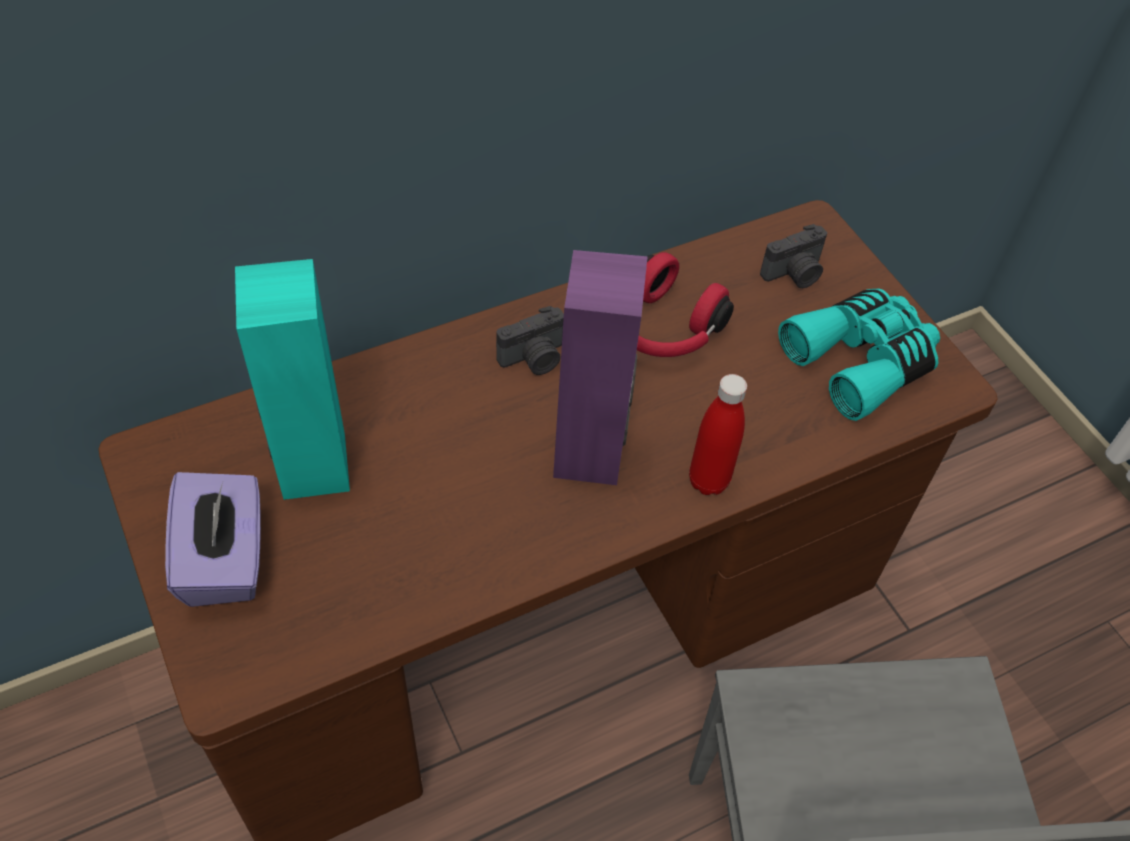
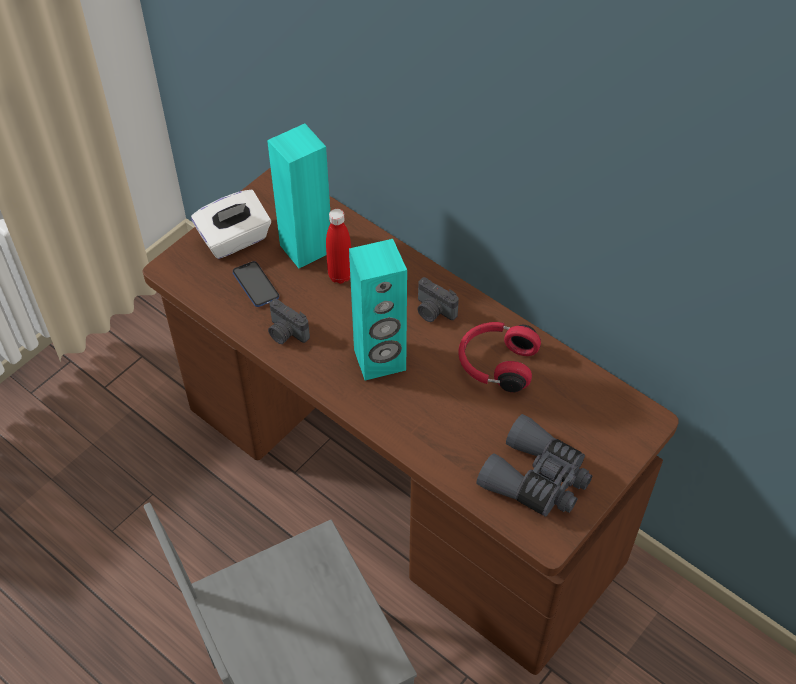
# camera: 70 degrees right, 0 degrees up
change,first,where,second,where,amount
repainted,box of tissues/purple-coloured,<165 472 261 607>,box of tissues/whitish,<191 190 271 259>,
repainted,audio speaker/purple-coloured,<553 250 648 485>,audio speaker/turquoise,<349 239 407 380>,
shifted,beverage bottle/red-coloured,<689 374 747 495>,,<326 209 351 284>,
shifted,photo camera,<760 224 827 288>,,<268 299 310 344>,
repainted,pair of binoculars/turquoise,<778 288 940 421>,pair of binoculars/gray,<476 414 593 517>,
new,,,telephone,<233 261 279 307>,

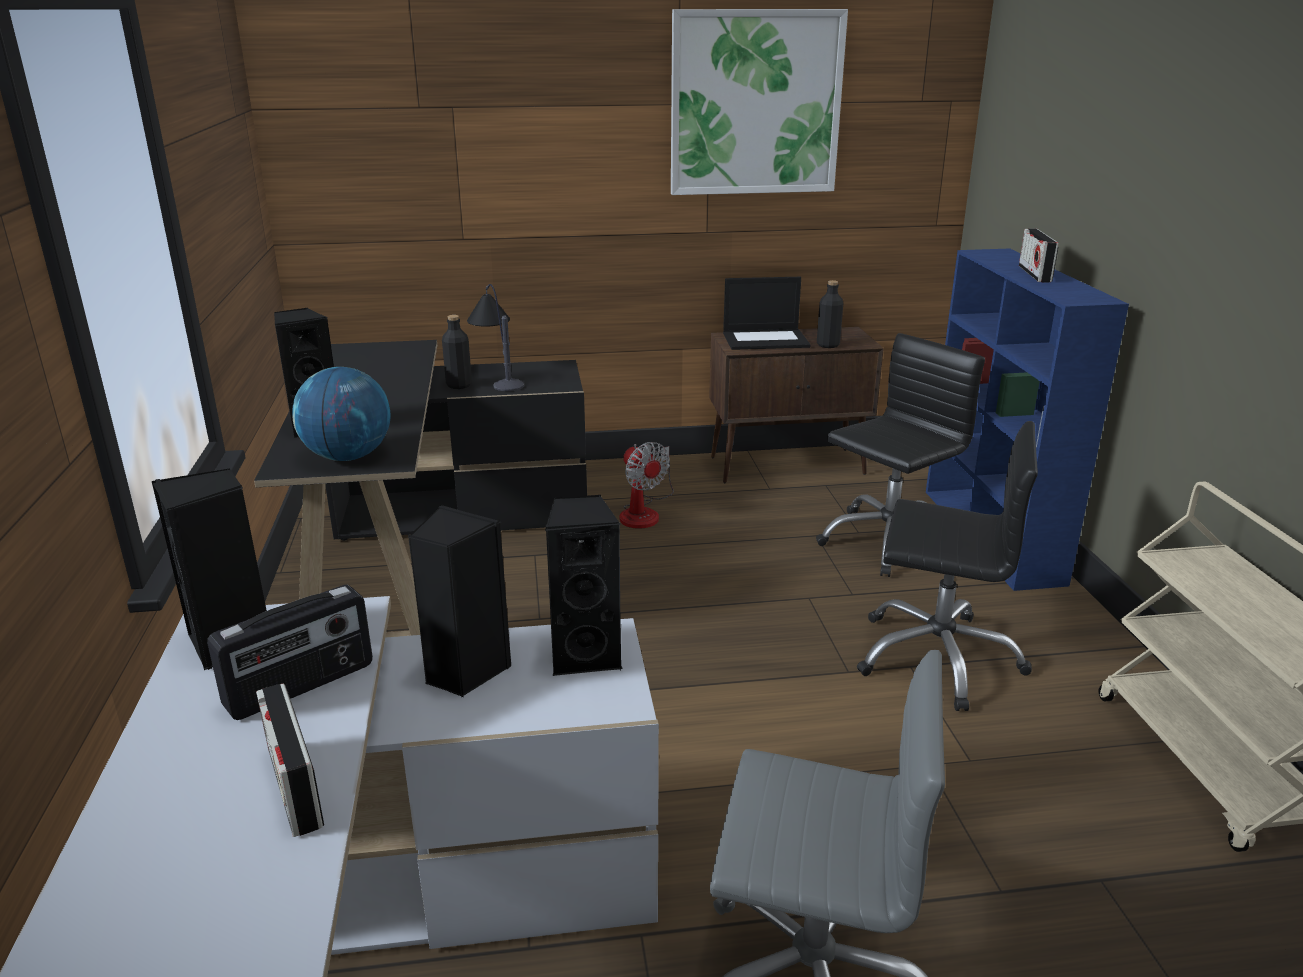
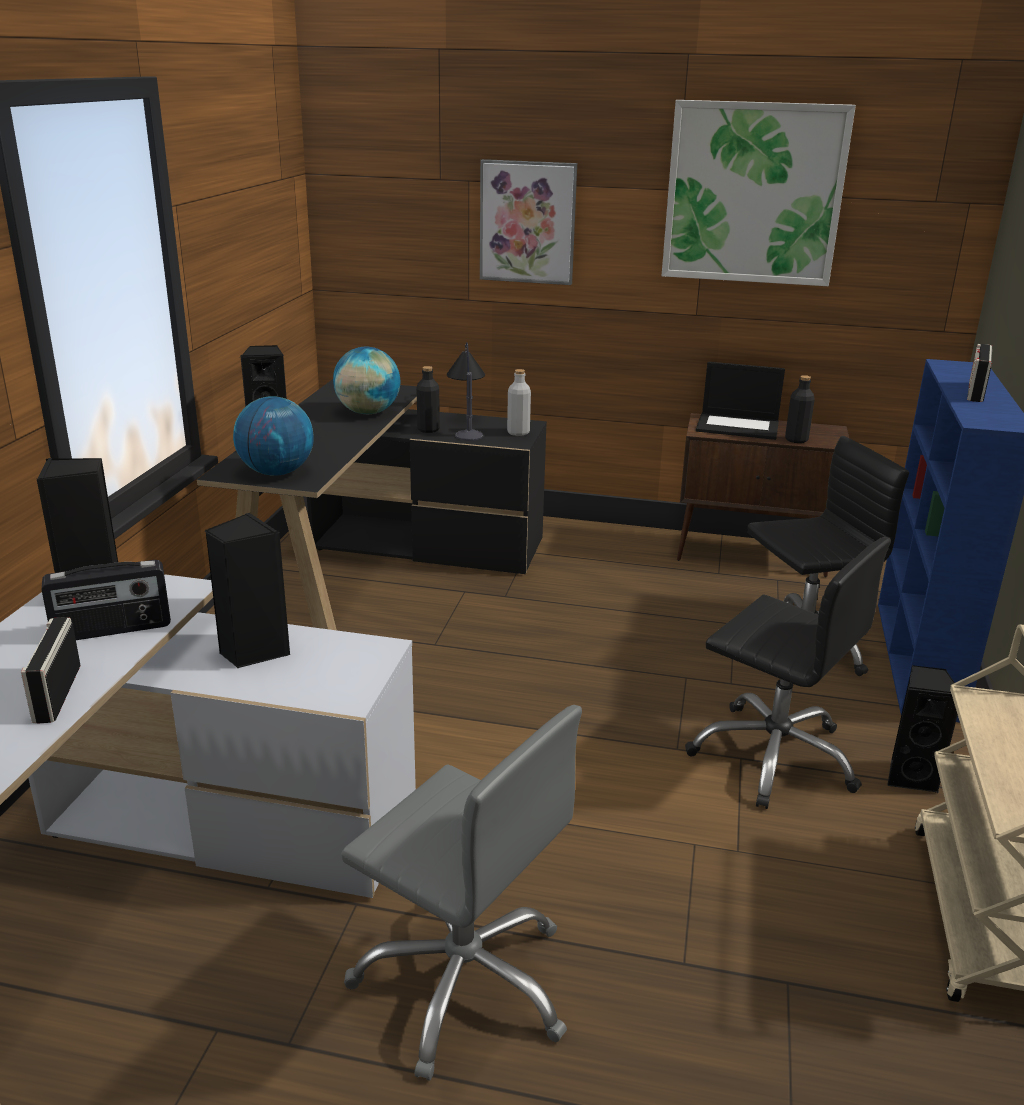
# camera: 20 degrees right, 0 degrees up
change,first,where,second,where,amount
shifted,audio speaker/black,<545 495 623 676>,,<887 665 958 794>,
gone,fan,<620 442 674 529>,,,
new,,,world globe,<333 347 400 414>,
new,,,wall art,<480 159 577 285>,
new,,,beverage bottle/gray,<507 369 531 436>,

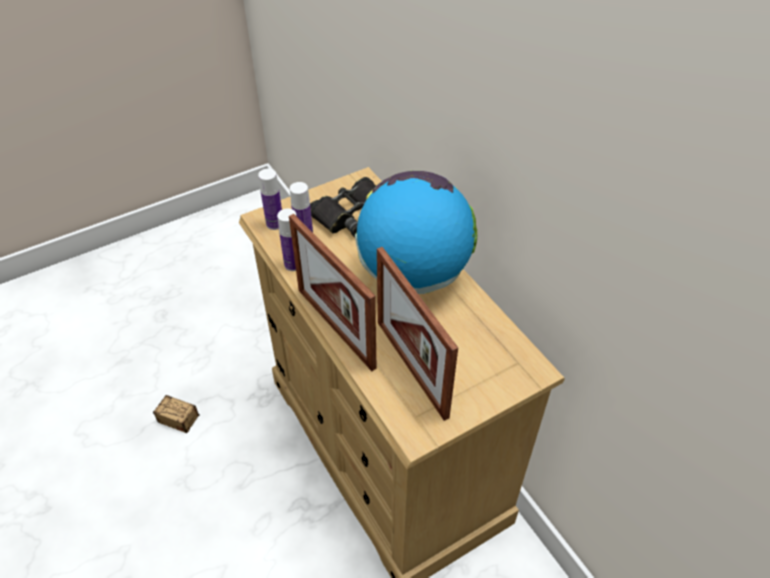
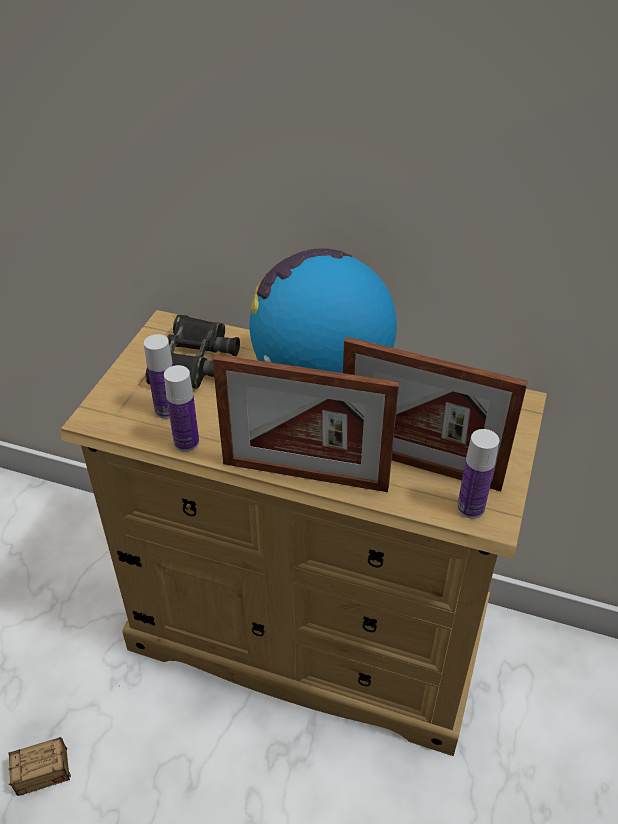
# camera: 40 degrees left, 5 degrees down
change,first,where,second,where,amount
shifted,beverage bottle,<258 169 282 230>,,<457 429 499 519>,

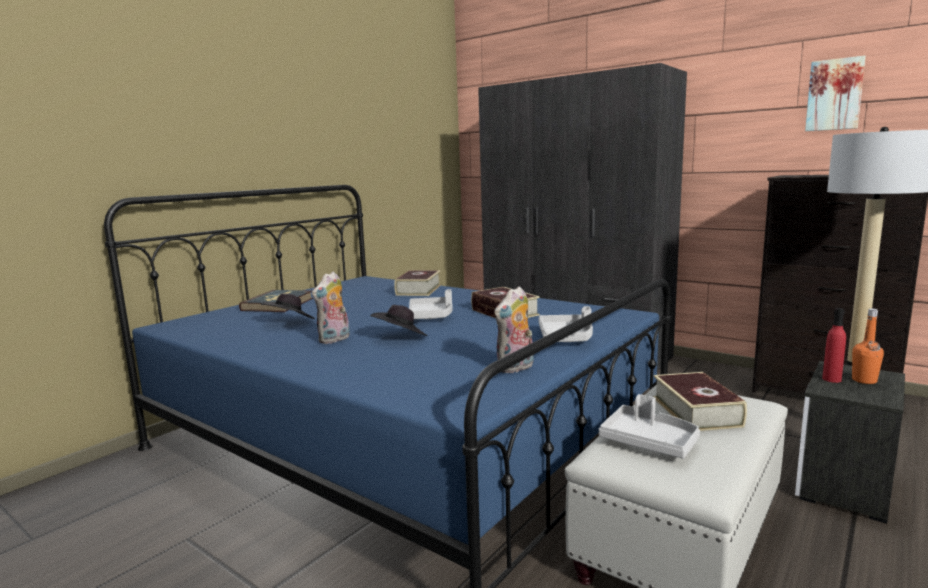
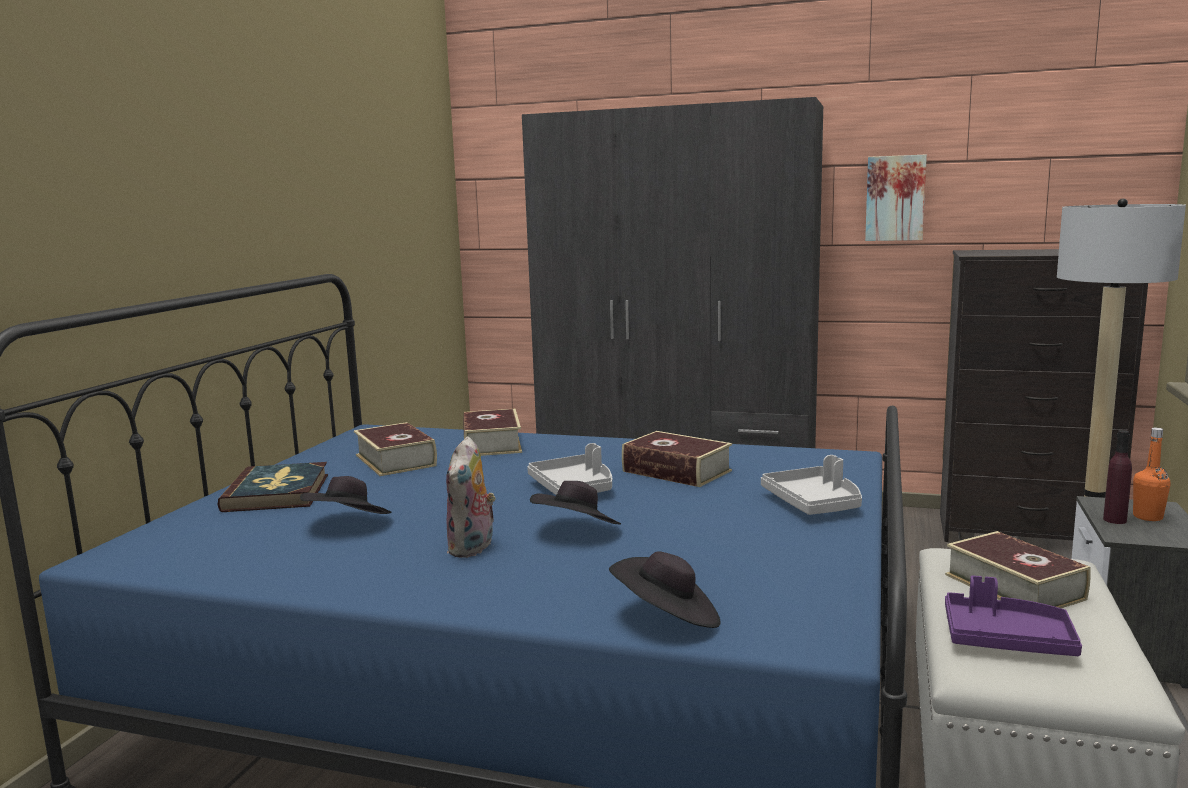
# camera: 20 degrees left, 0 degrees up
change,first,where,second,where,amount
gone,cuddly toy,<494 286 534 373>,,,
repainted,serving tray/gray,<599 394 700 459>,serving tray/purple-coloured,<945 576 1082 656>,
shifted,wall art,<805 56 866 131>,,<865 155 927 241>,
repainted,beverage bottle/red-coloured,<822 308 846 383>,beverage bottle/purple-coloured,<1103 430 1132 524>,
new,,,volume,<354 422 437 476>,
new,,,wearable hat/black,<609 551 720 628>,

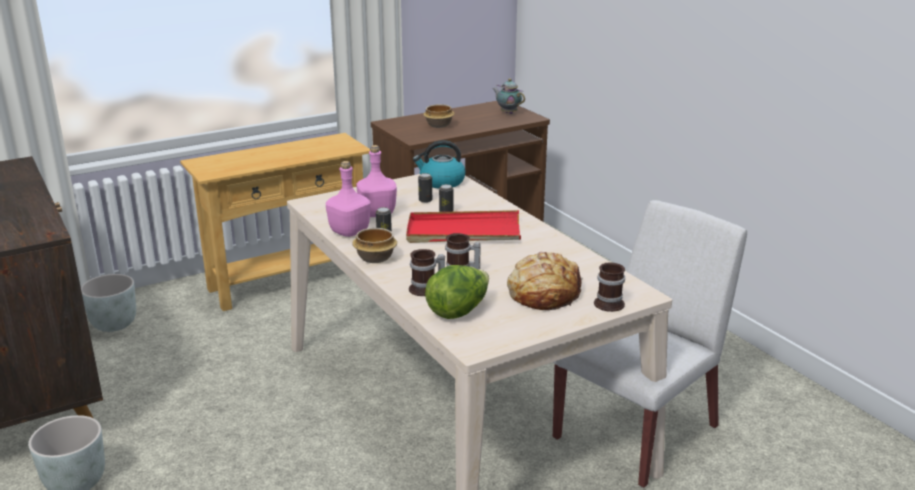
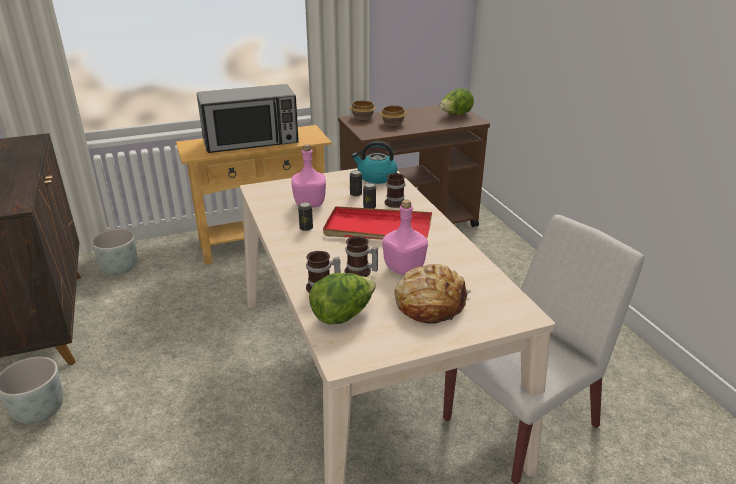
# camera: 10 degrees right, 5 degrees up
change,first,where,second,where,amount
shifted,beverage bottle/pink,<326 161 371 237>,,<382 200 428 275>,
shifted,bowl,<352 228 397 263>,,<350 100 376 120>,
swapped,pot for tea,<493 79 525 114>,lettuce head,<439 88 474 115>,
shifted,mug,<594 262 625 312>,,<384 173 406 208>,
new,,,microwave,<197 84 299 153>,

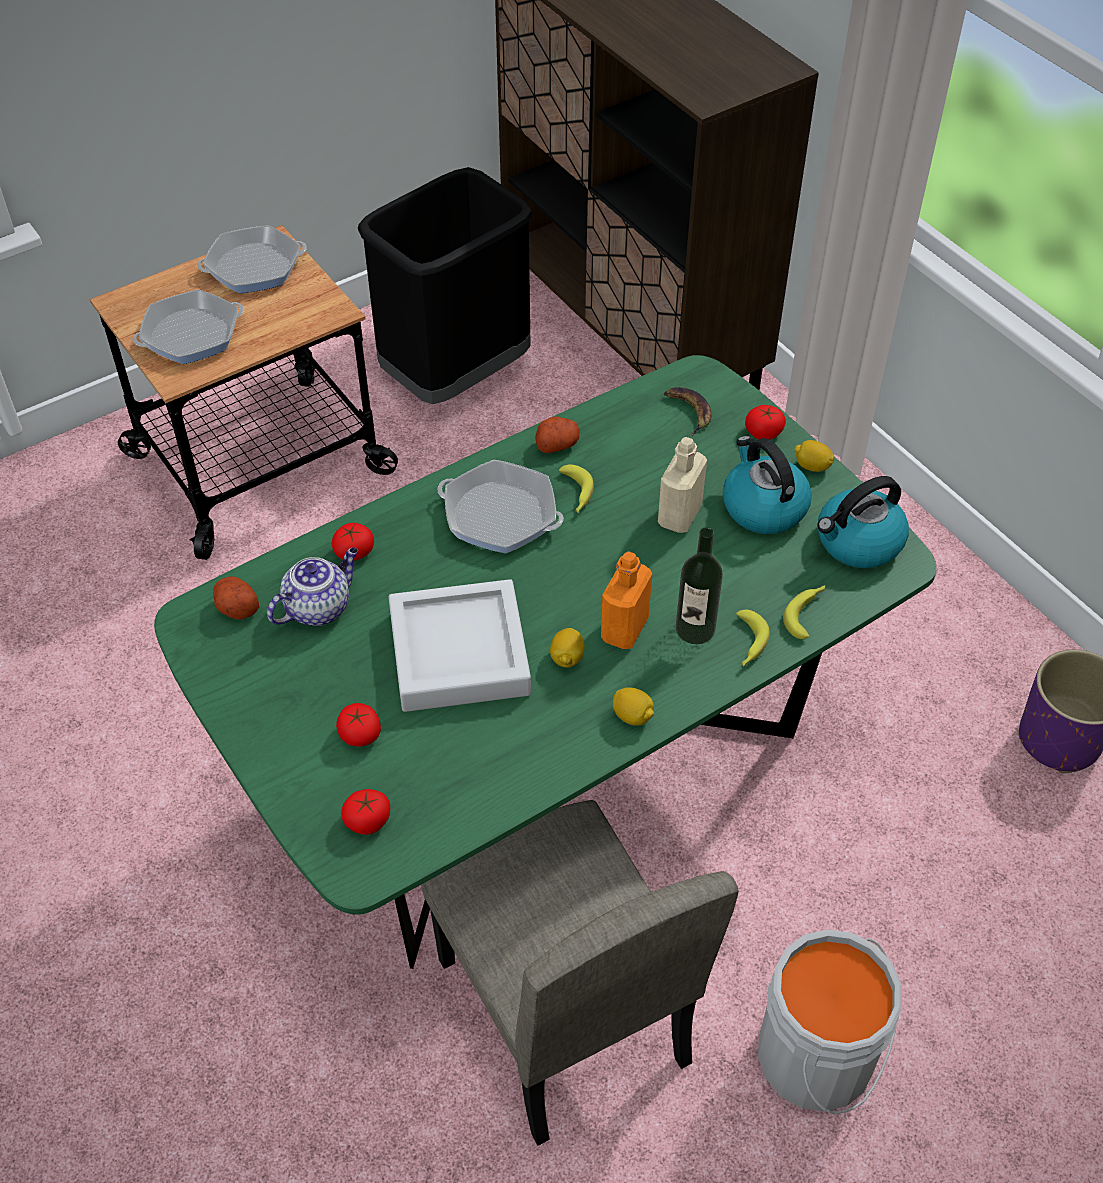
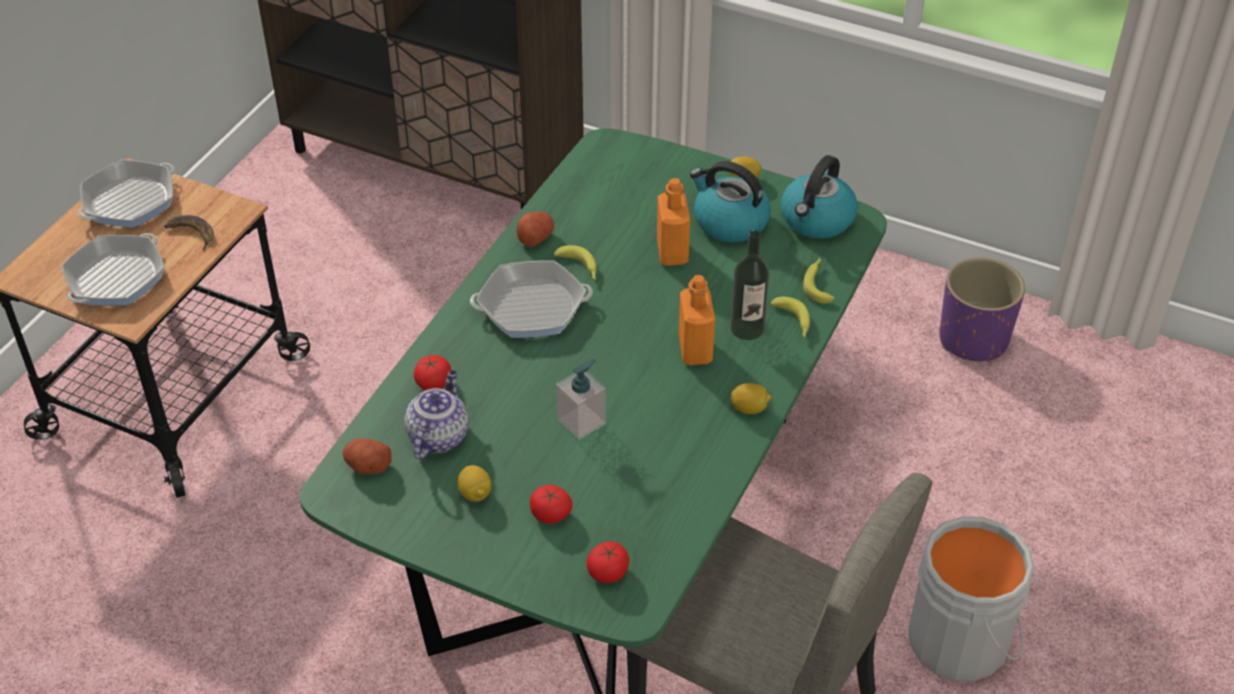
# camera: 30 degrees left, 5 degrees down
change,first,where,second,where,amount
gone,waste bin/black,<358 167 533 404>,,,
swapped,serving tray/gray,<388 579 531 712>,soap dispenser,<556 359 606 440>,
shifted,citrus fruit,<550 628 585 668>,,<458 465 491 502>,
repainted,beverage bottle/beige-coloured,<658 437 707 533>,beverage bottle/orange,<657 178 690 265>,
shifted,whole banana,<664 387 712 436>,,<164 215 214 252>,
gone,fresh tomato,<745 405 786 440>,,,

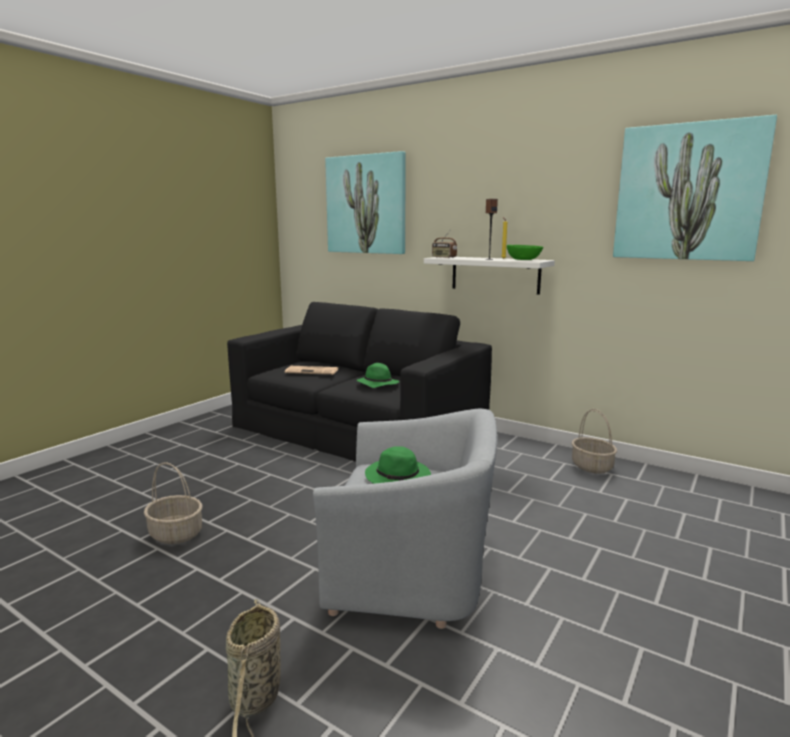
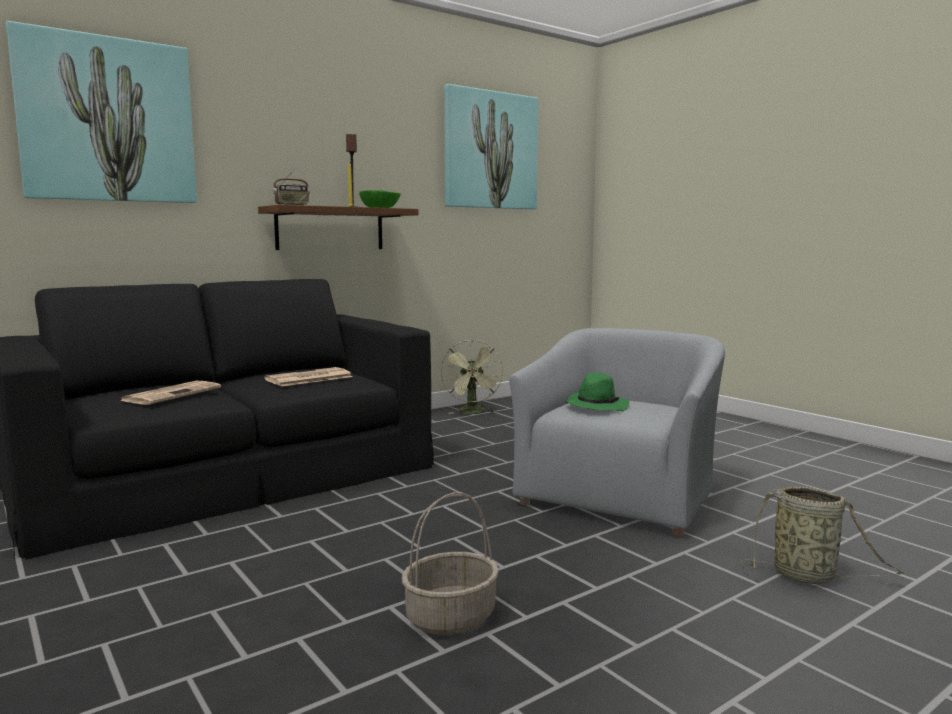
# camera: 70 degrees left, 5 degrees down
change,first,where,second,where,amount
swapped,wearable hat/green,<357 363 399 388>,printed paper,<265 367 353 387>,
repainted,bracket shelf/whitish,<424 257 555 295>,bracket shelf/brown,<258 205 418 250>,
swapped,household basket,<572 409 617 474>,fan/green,<441 340 503 414>,

